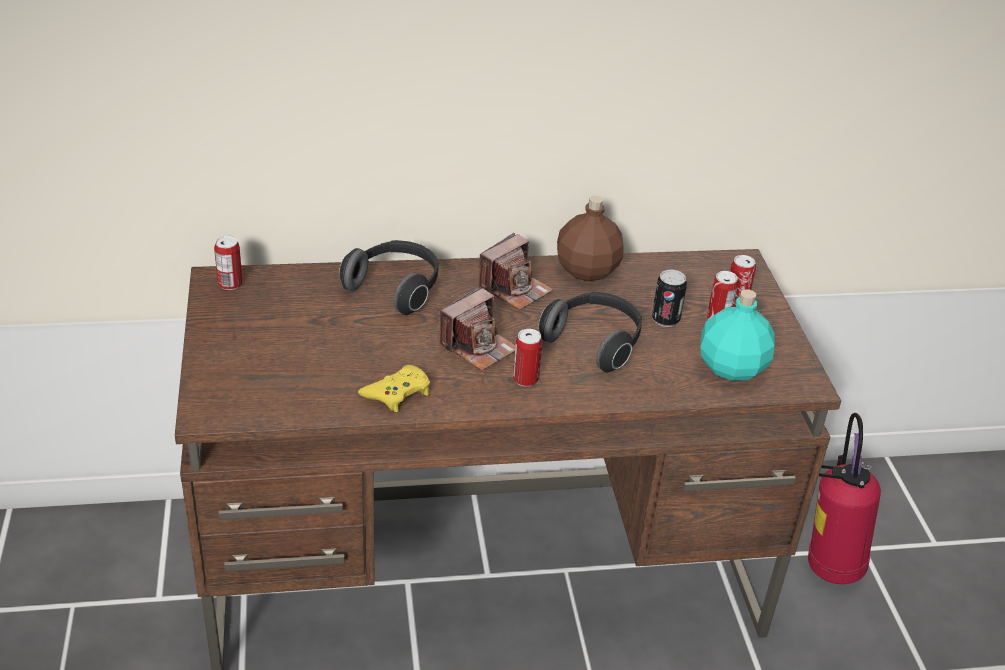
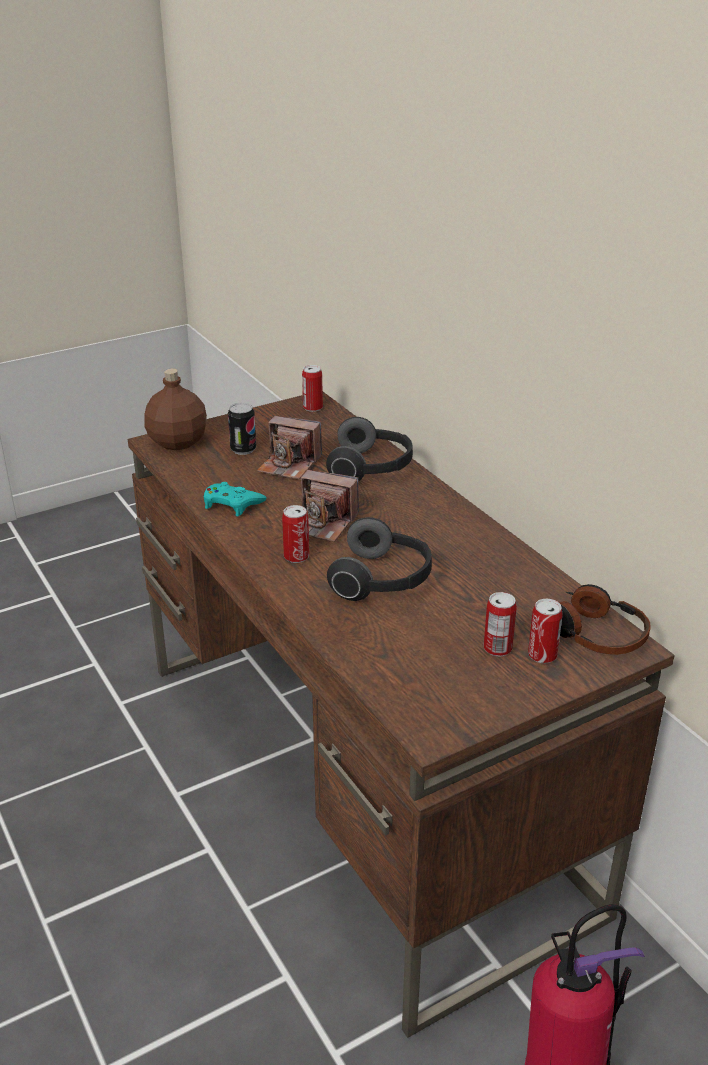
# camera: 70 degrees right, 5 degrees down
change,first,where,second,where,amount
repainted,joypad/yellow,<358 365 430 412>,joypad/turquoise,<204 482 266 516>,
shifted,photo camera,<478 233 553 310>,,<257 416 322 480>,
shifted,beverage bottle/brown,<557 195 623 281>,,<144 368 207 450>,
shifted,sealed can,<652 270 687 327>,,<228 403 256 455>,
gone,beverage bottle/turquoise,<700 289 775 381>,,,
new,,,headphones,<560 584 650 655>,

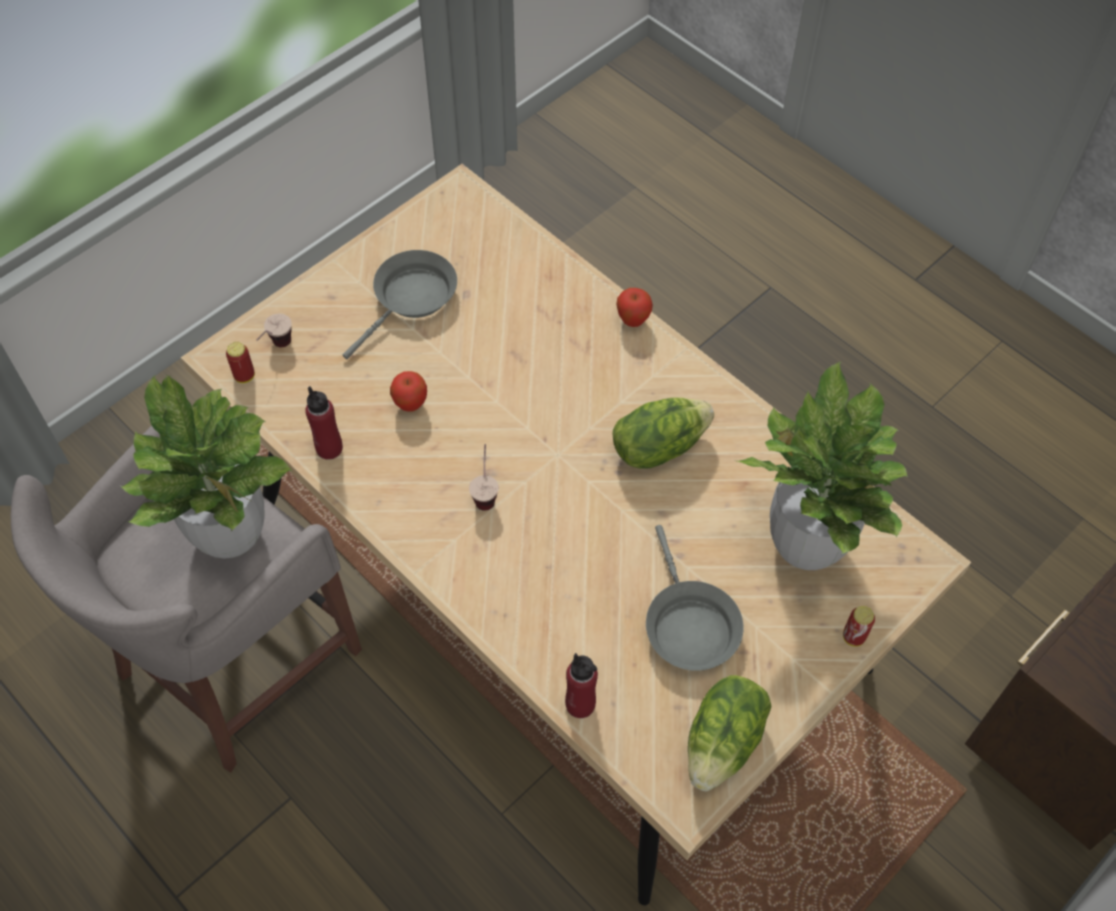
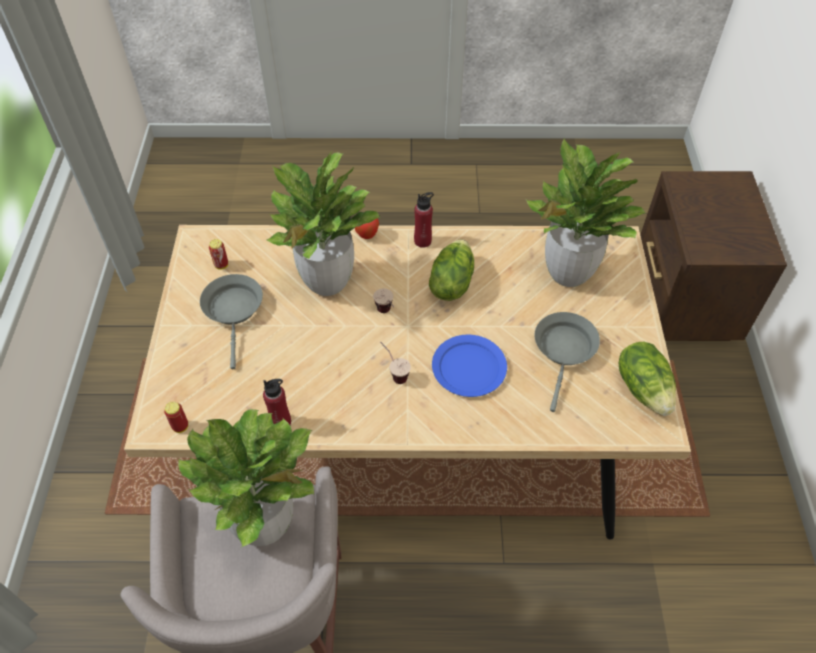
# camera: 45 degrees left, 5 degrees down
change,first,where,second,where,amount
shifted,cup,<256 313 292 347>,,<373 288 394 313>,
gone,apple fruit,<390 371 427 412>,,,
shifted,beverage bottle/red-coloured,<565 653 598 718>,,<414 192 434 248>,
rotated,frying pan/gray,<646 525 744 671>,,<534 312 600 412>,105 degrees counterclockwise
shifted,sealed can,<843 606 875 647>,,<209 239 228 270>,
new,,,plant in a pot,<265 151 380 296>,
new,,,dinner plate/blue-coloured,<432 335 507 397>,

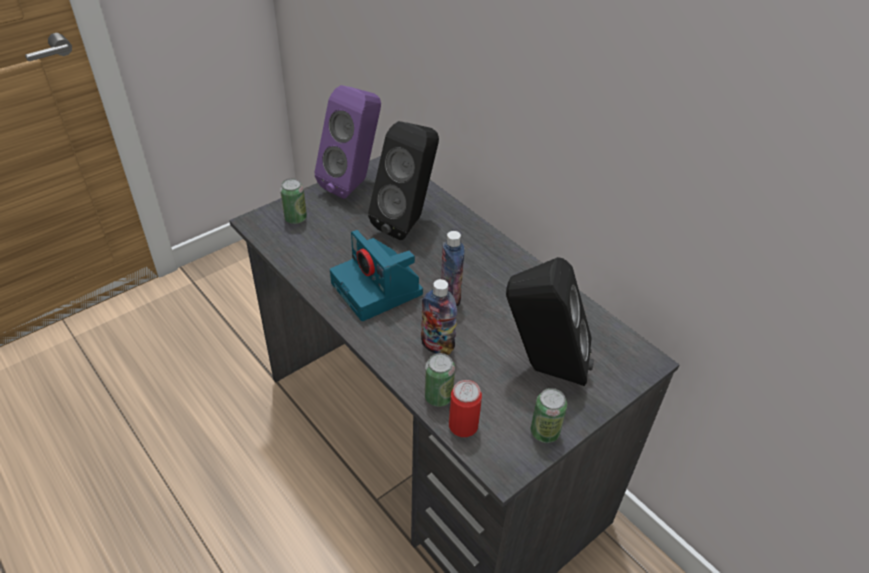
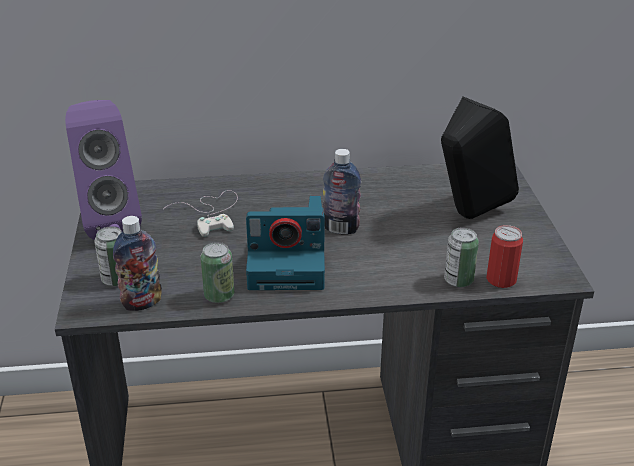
# camera: 55 degrees left, 10 degrees down
change,first,where,second,where,amount
swapped,audio speaker/black,<368 121 439 240>,joypad/whitish,<163 190 238 237>,
shifted,beverage bottle,<421 279 457 355>,,<113 216 162 311>,
shifted,sealed can,<530 388 567 443>,,<200 242 234 303>,

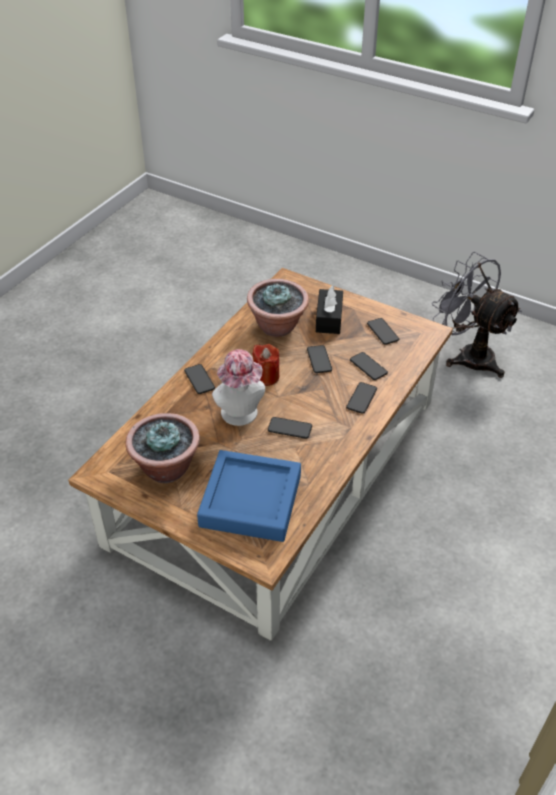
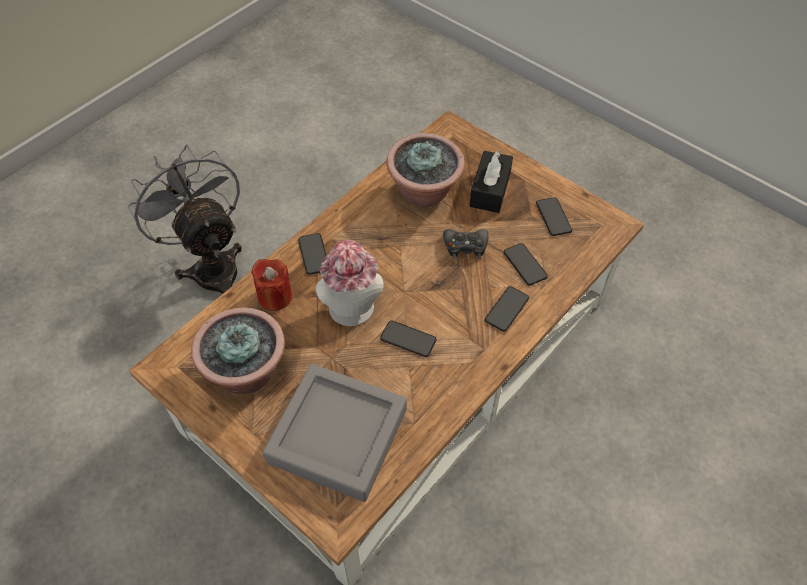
# camera: 10 degrees right, 10 degrees up
change,first,where,second,where,amount
repainted,serving tray/blue-coloured,<197 450 301 542>,serving tray/gray,<263 364 407 502>,
shifted,candle/red-coloured,<252 344 279 386>,,<251 259 292 311>,
swapped,telephone,<307 345 332 373>,joypad/black,<443 229 488 259>,
shifted,fan/gray,<432 252 522 378>,,<128 145 242 294>,

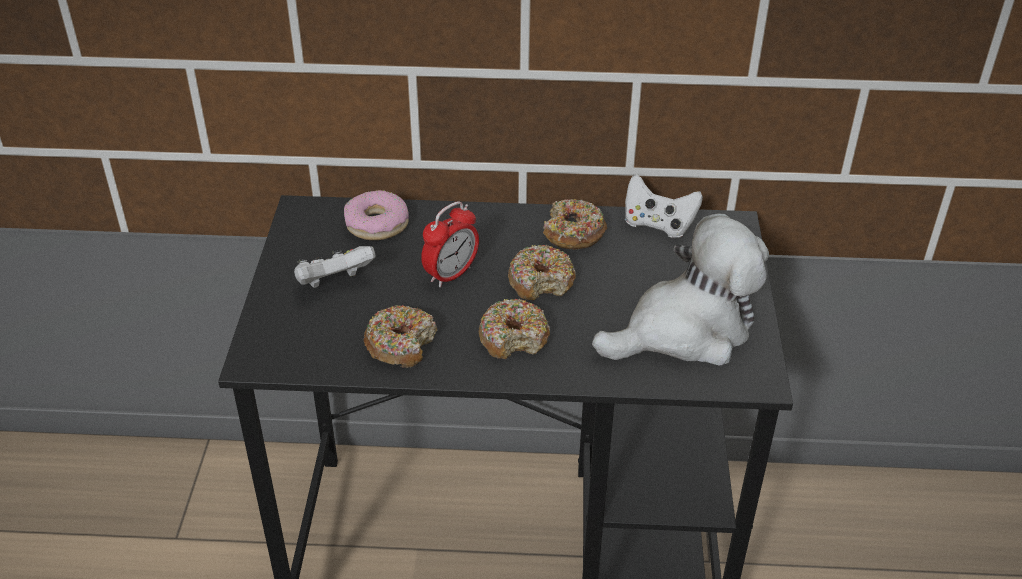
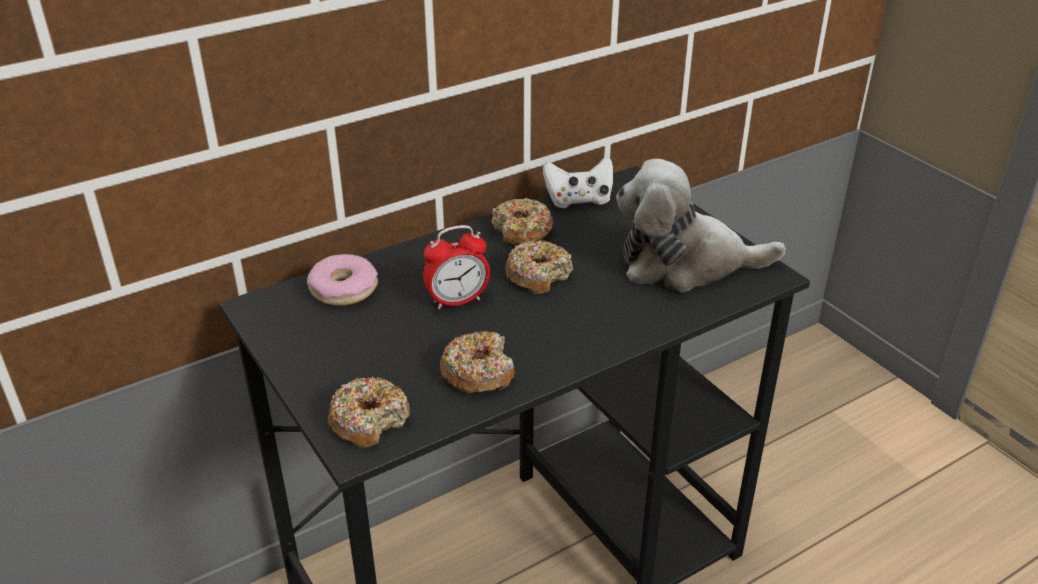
# camera: 35 degrees left, 5 degrees down
change,first,where,second,where,amount
gone,joypad/whitish,<294 246 375 288>,,,
rotated,table clock,<421 201 479 287>,,<423 225 490 310>,60 degrees clockwise
shifted,donut,<479 298 550 359>,,<328 377 410 448>,
rotated,cuddly toy,<592 214 769 366>,,<616 159 786 292>,120 degrees counterclockwise

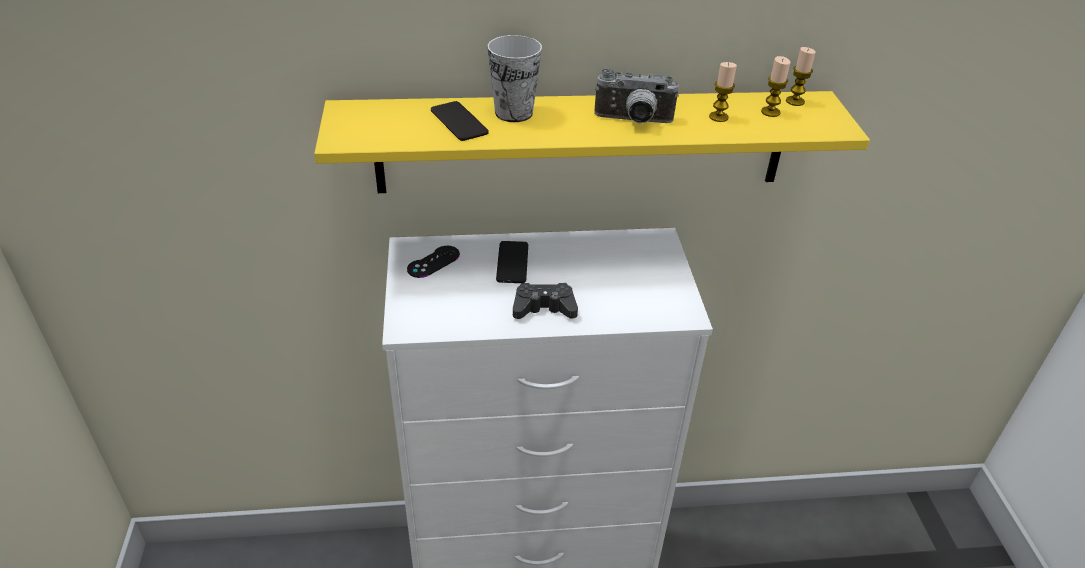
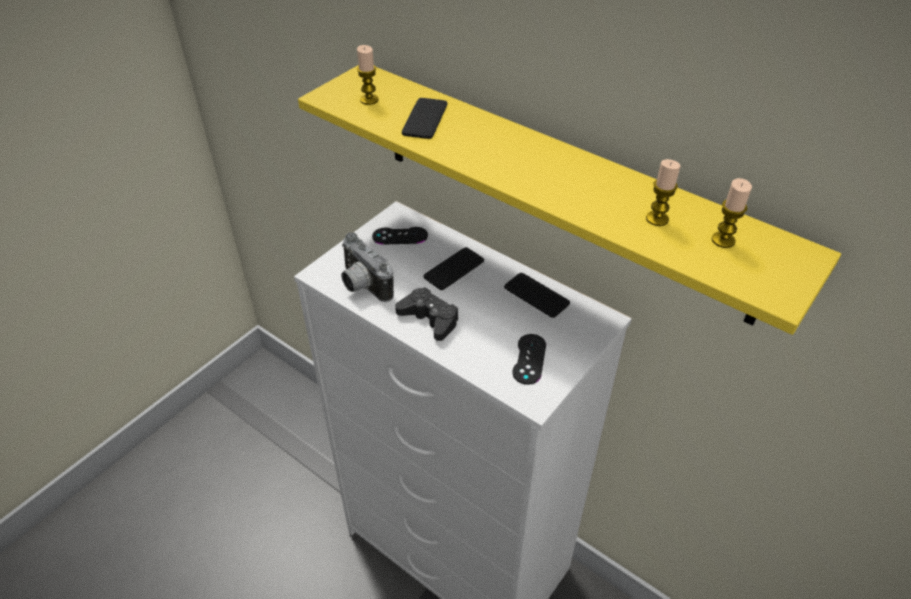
# camera: 45 degrees right, 5 degrees up
change,first,where,second,where,amount
gone,cup,<487 35 542 122>,,,
shifted,photo camera,<594 69 679 123>,,<341 232 394 302>,
shifted,candle,<786 47 816 106>,,<357 45 379 105>,
new,,,telephone,<504 273 570 318>,
new,,,joypad/black,<512 334 546 385>,

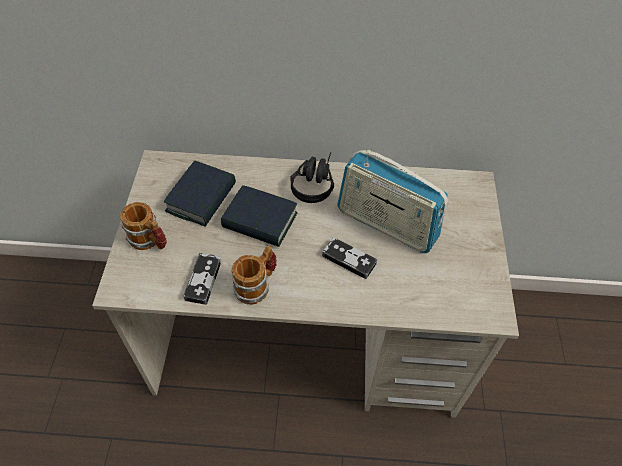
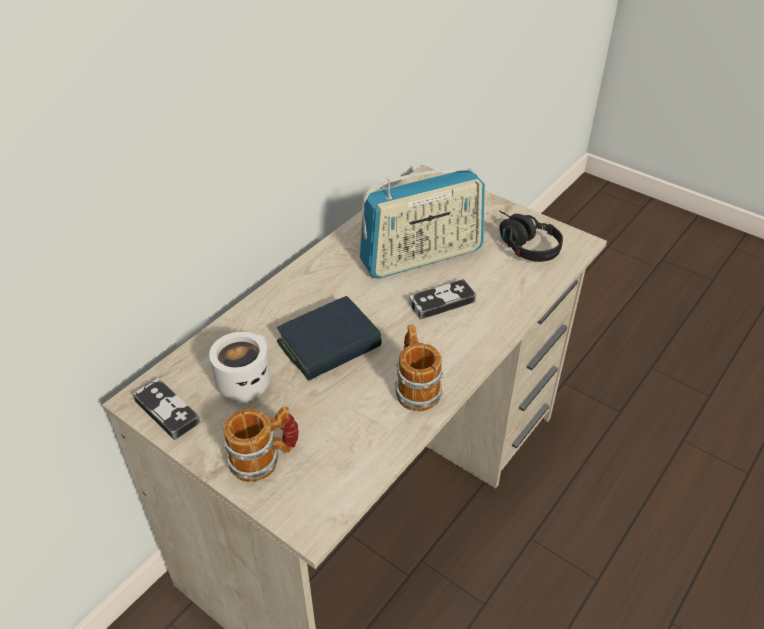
# camera: 55 degrees left, 10 degrees down
change,first,where,second,where,amount
swapped,volume,<164 161 236 227>,mug/whitish,<209 332 270 402>,
shifted,joypad,<183 253 221 305>,,<132 378 200 440>,
shifted,headphones/black,<291 152 334 203>,,<499 211 563 262>,

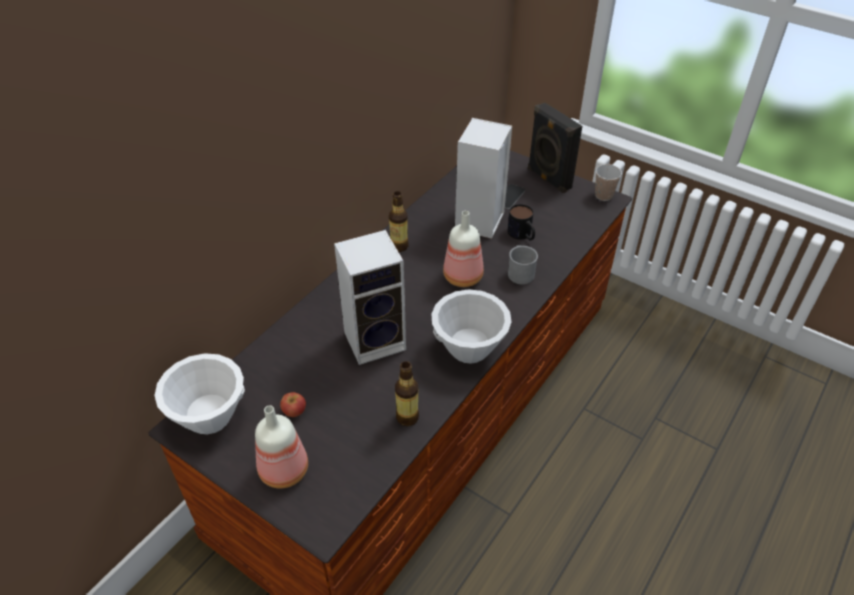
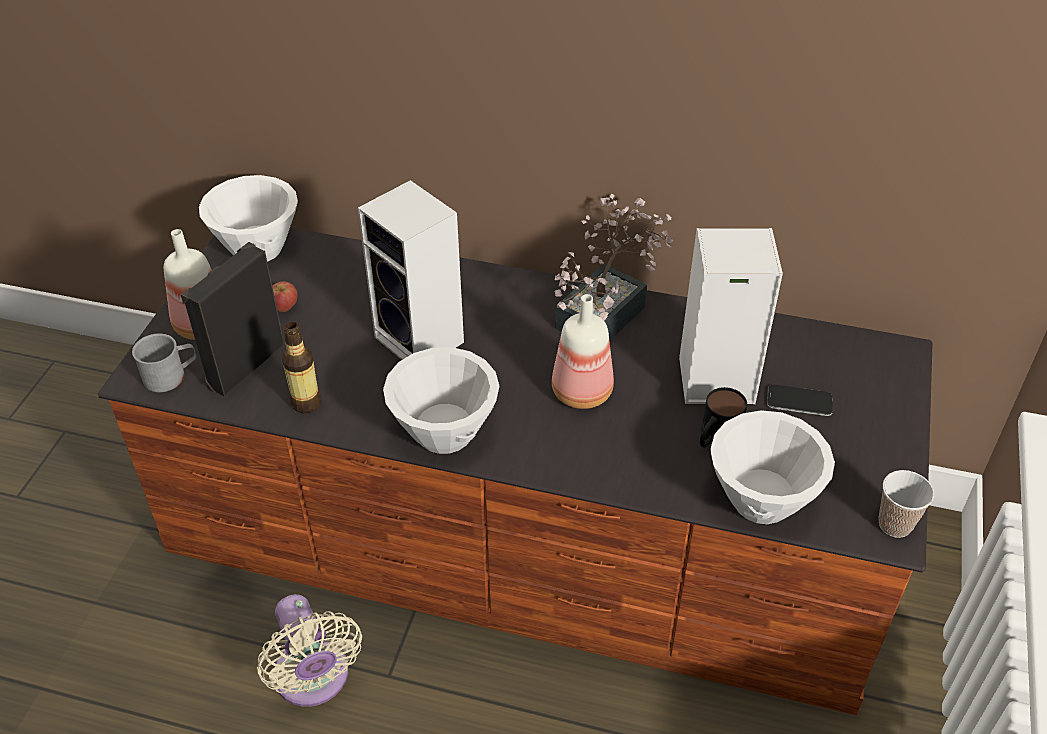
# camera: 70 degrees right, 0 degrees up
change,first,where,second,where,amount
swapped,beverage bottle,<389 191 408 252>,plant in a pot,<554 194 674 341>,
shifted,mug/gray,<508 245 538 284>,,<132 334 196 392>,
shifted,audio speaker/black,<528 103 582 194>,,<180 242 284 396>,
new,,,fan/beige-coloured,<257 594 362 707>,
new,,,bowl/whitish,<710 410 835 524>,

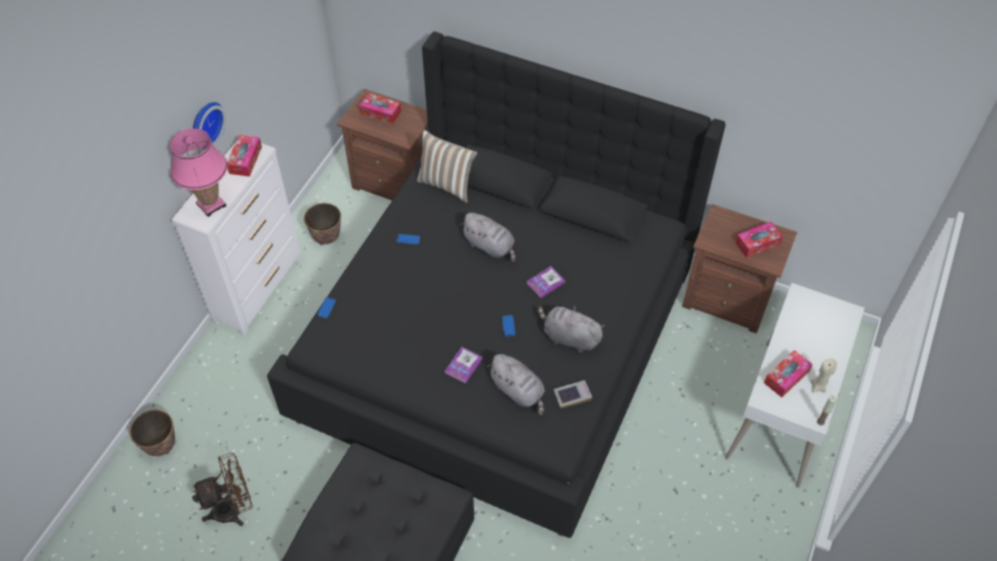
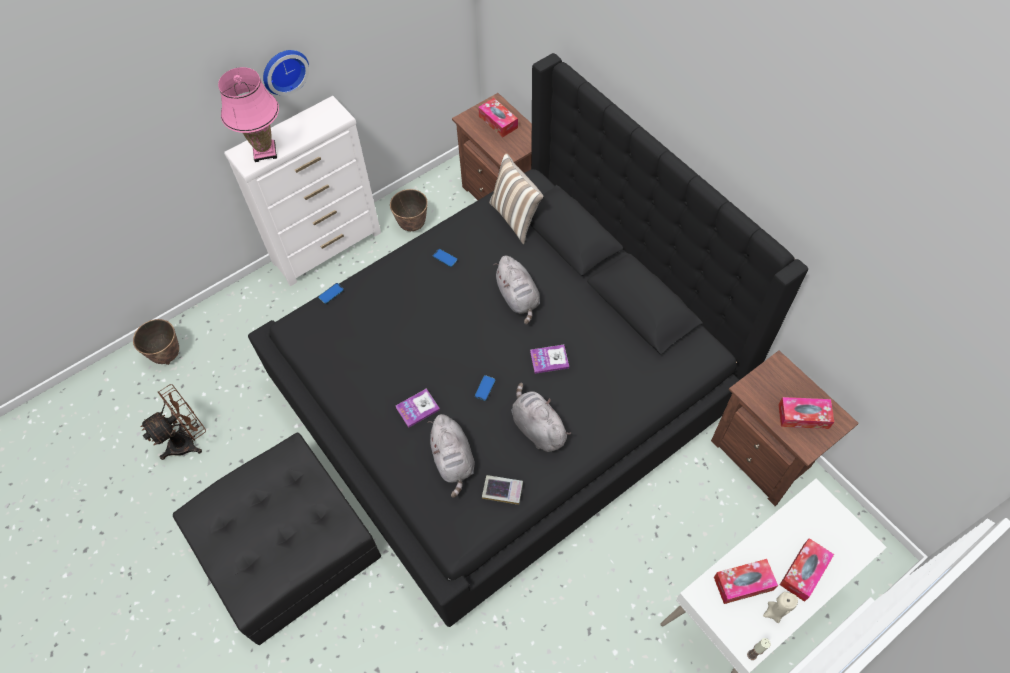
# camera: 30 degrees right, 5 degrees up
change,first,where,second,where,amount
rotated,fan/brown,<192 453 253 526>,,<141 384 206 460>,45 degrees counterclockwise
shifted,box of tissues,<227 135 262 177>,,<780 538 834 602>,

